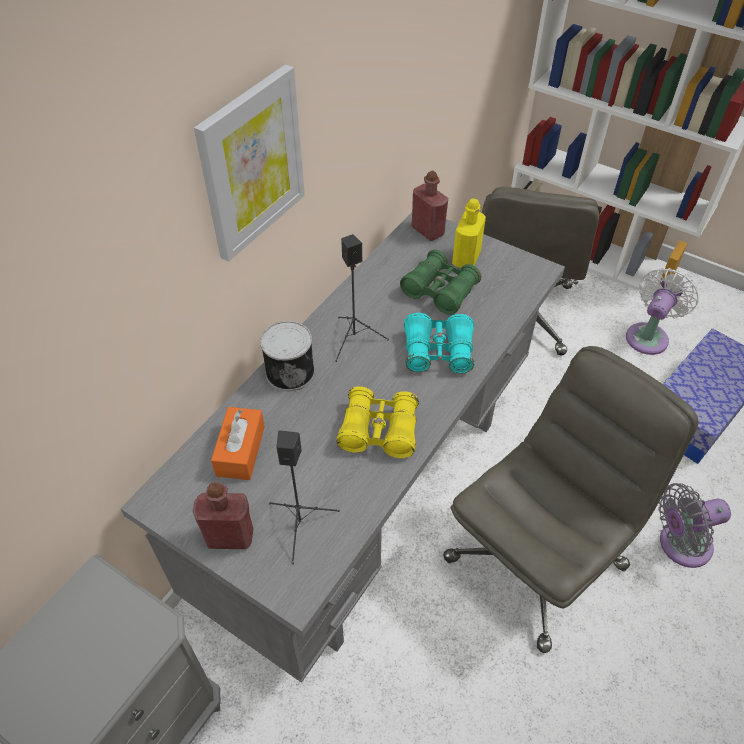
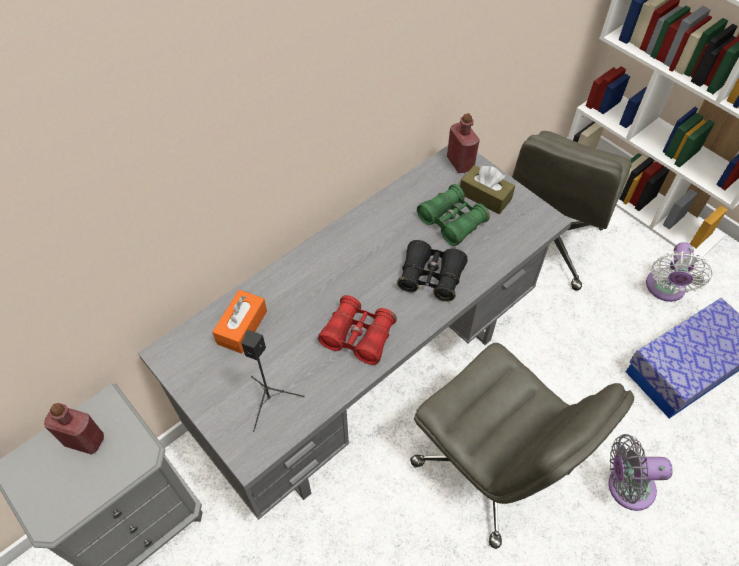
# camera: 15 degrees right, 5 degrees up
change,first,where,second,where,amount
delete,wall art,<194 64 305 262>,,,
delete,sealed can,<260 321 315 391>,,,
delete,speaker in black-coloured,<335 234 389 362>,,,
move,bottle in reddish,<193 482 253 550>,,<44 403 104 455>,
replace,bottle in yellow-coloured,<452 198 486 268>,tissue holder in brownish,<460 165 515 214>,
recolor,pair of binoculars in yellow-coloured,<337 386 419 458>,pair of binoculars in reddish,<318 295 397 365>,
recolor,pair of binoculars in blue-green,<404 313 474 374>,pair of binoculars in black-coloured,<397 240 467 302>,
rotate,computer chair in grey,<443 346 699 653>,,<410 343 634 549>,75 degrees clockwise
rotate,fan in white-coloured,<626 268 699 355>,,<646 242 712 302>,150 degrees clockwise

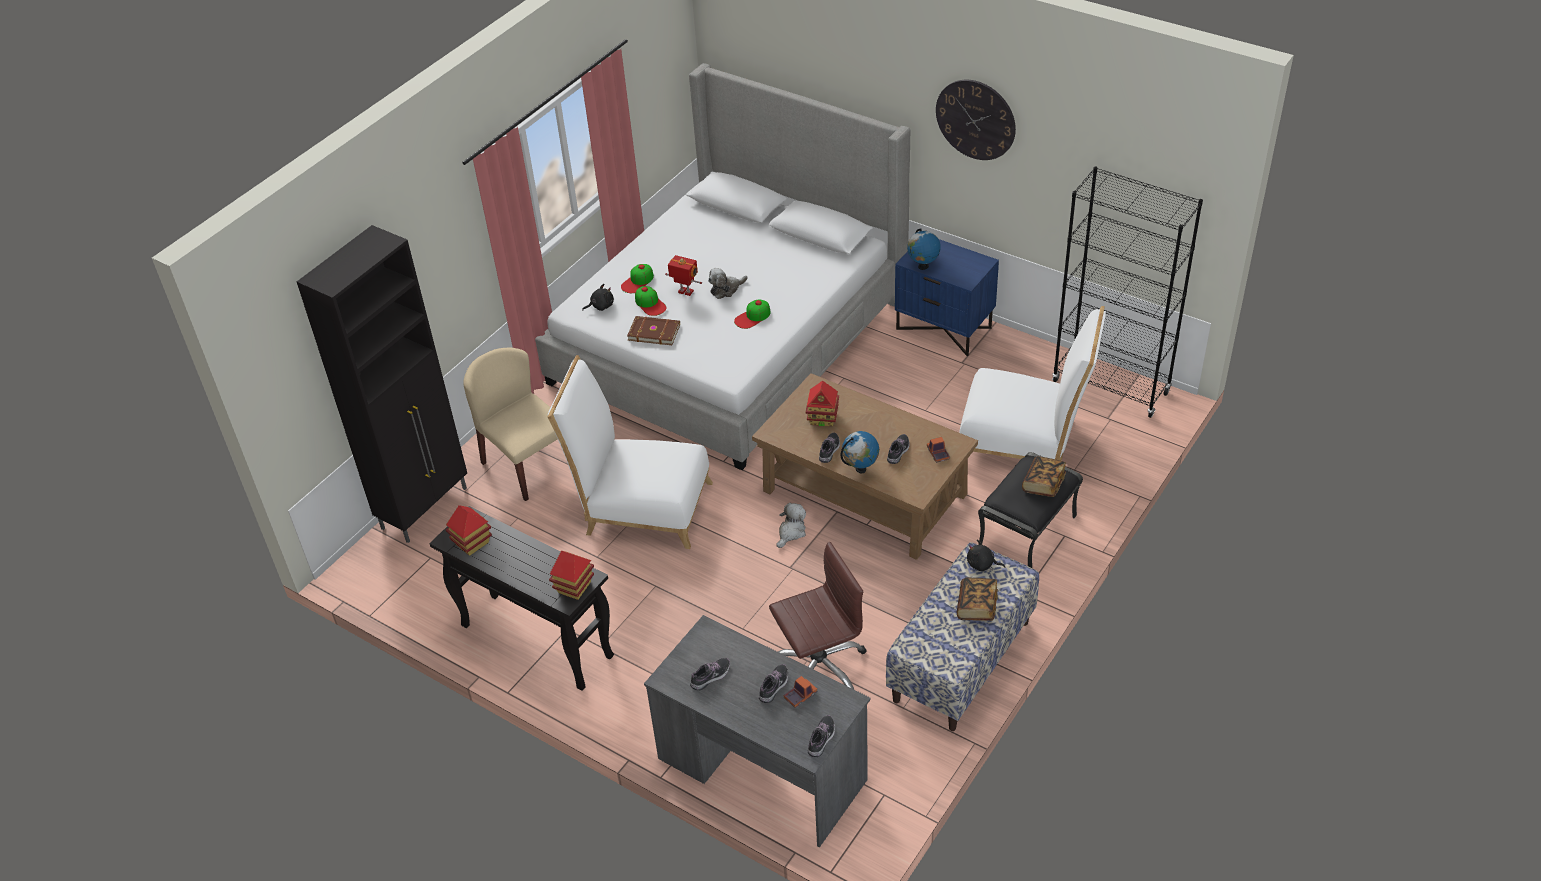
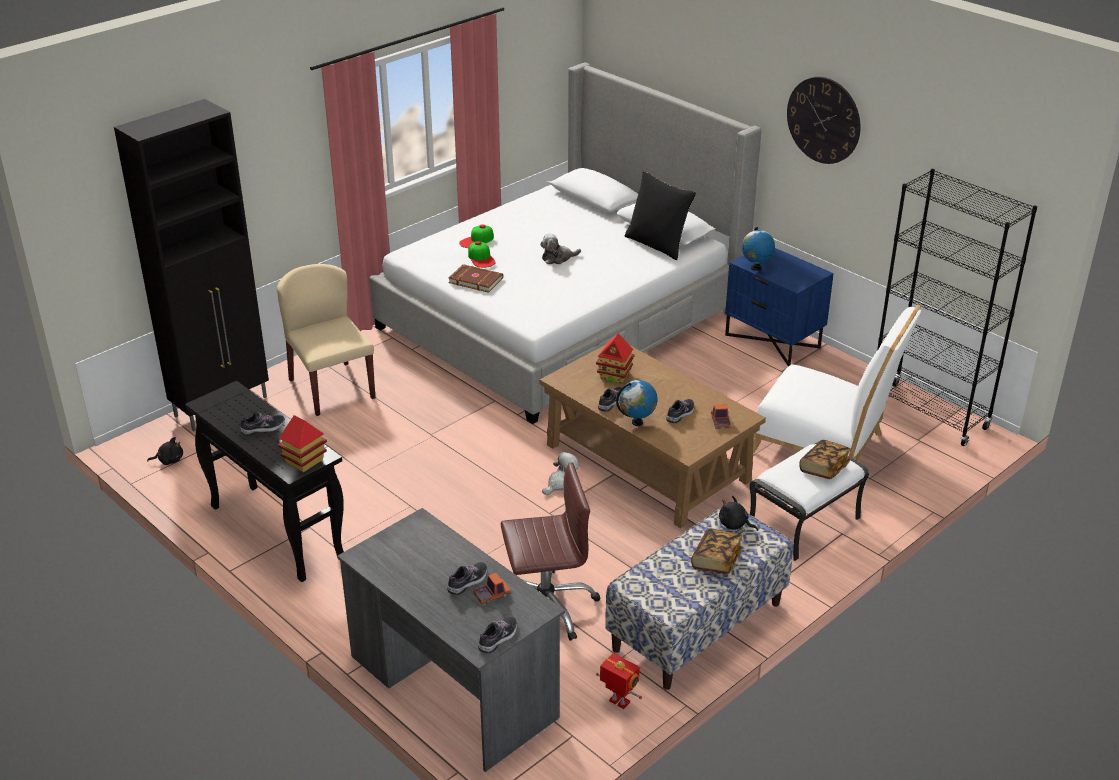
# camera: 10 degrees right, 10 degrees down
change,first,where,second,where,amount
delete,model house,<446 505 492 556>,,,
delete,upright chair in white-coloured,<548 355 713 549>,,,
delete,cap,<734 300 771 329>,,,
insert,,,throw pillow in black-coloured,<625 171 696 260>,
move,soft toy in black-coloured,<582 284 614 311>,,<147 437 183 465>,
move,robot figure,<665 255 702 296>,,<596 653 642 709>,
move,item of footwear,<690 658 730 690>,,<240 412 285 436>,
recolor,footrest in black-coloured,<978 452 1083 568>,footrest in white-coloured,<750 442 869 561>,

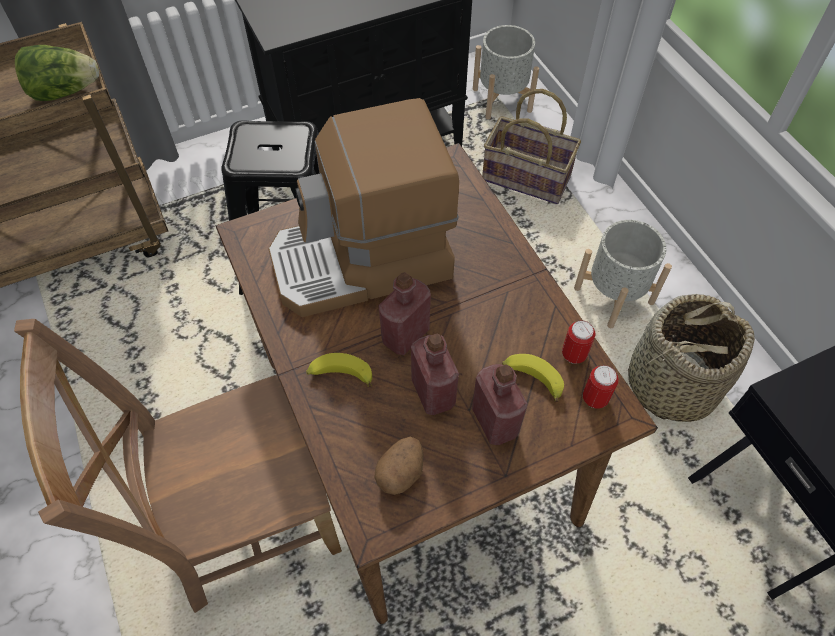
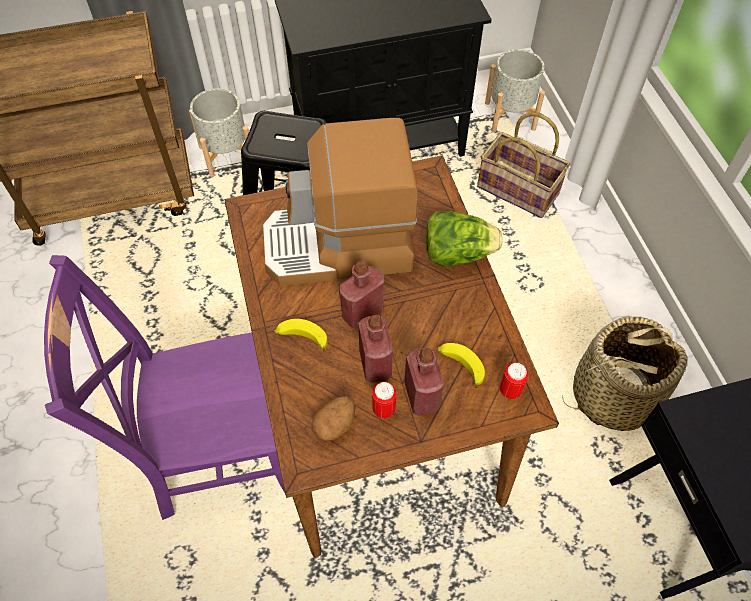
# camera: 10 degrees right, 0 degrees up
change,first,where,second,where,amount
move,lettuce,<15 45 99 101>,,<426 211 503 266>,
move,sealed can,<562 320 595 364>,,<372 382 397 418>,
move,flower pot in grey,<574 220 672 328>,,<189 88 249 177>,
recolor,upright chair in brownish,<14 319 342 613>,upright chair in purple-coloured,<44 255 285 520>,

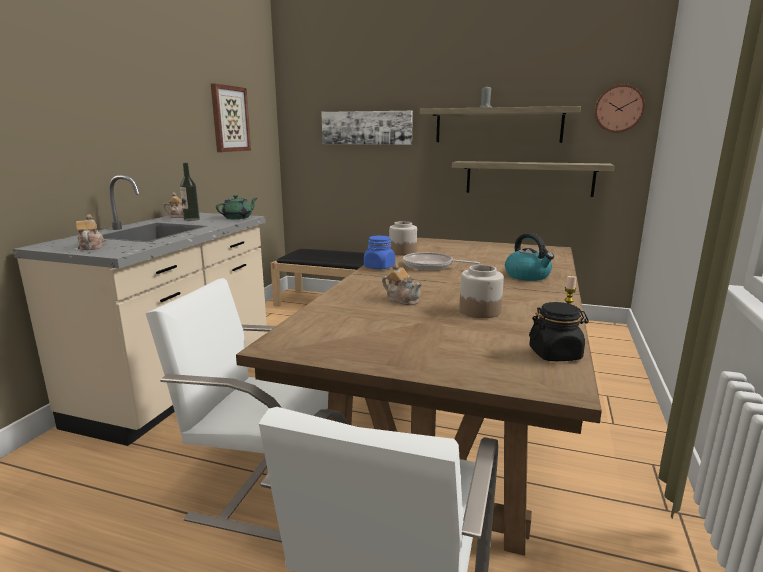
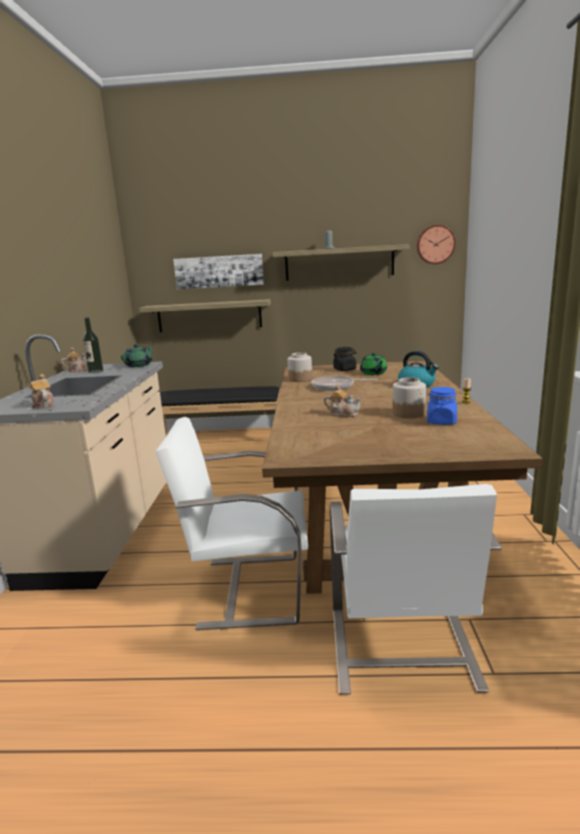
# camera: 15 degrees left, 0 degrees up
change,first,where,second,where,amount
delete,wall art,<211 83 251 152>,,,
insert,,,tea pot in green-coloured,<360 352 387 375>,
move,storage jar in blue,<364 236 395 269>,,<427 387 457 425>,
move,wall shelf,<452 161 615 197>,,<139 299 271 332>,
move,storage jar in black-coloured,<529 302 589 361>,,<333 347 356 371>,

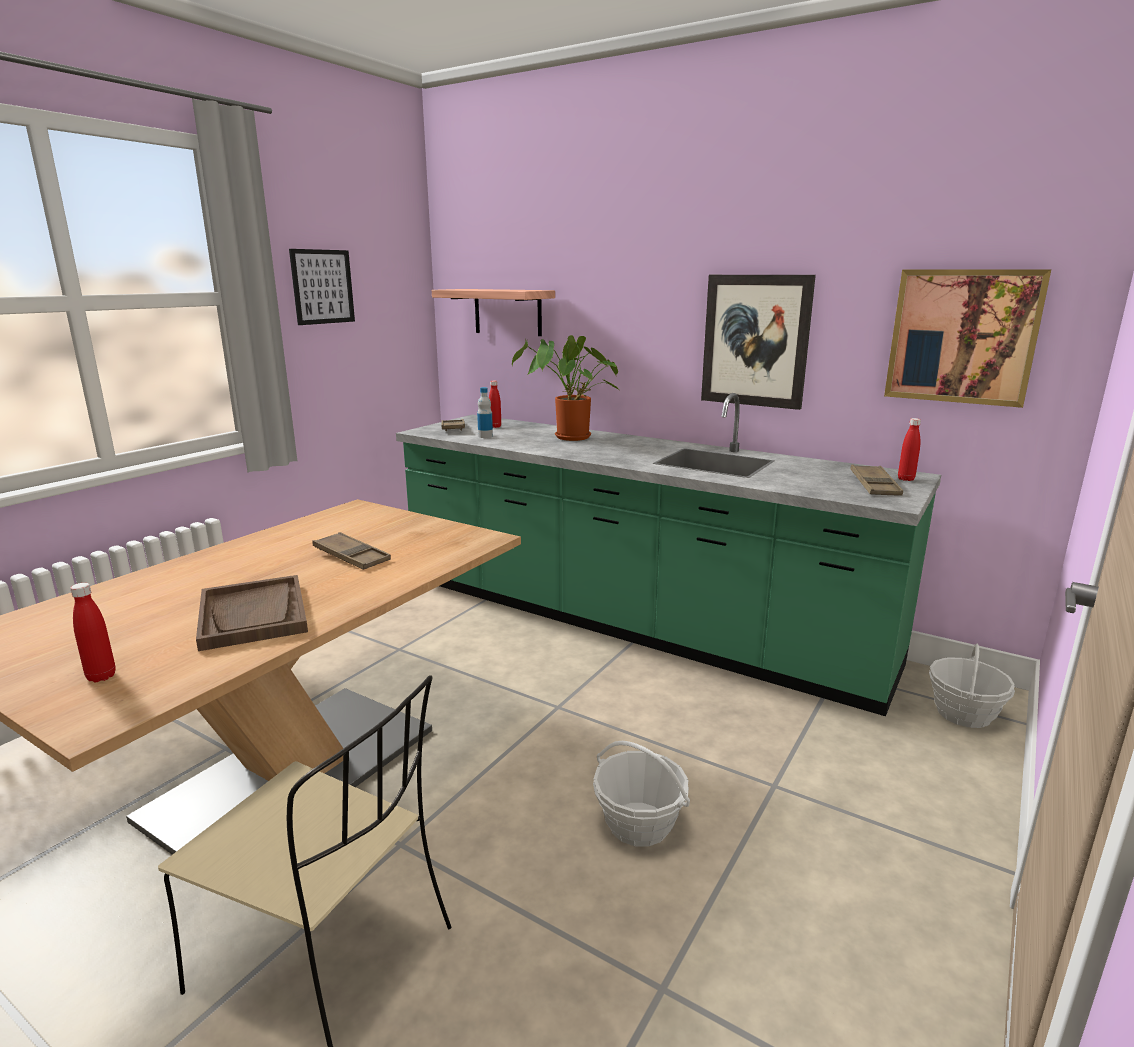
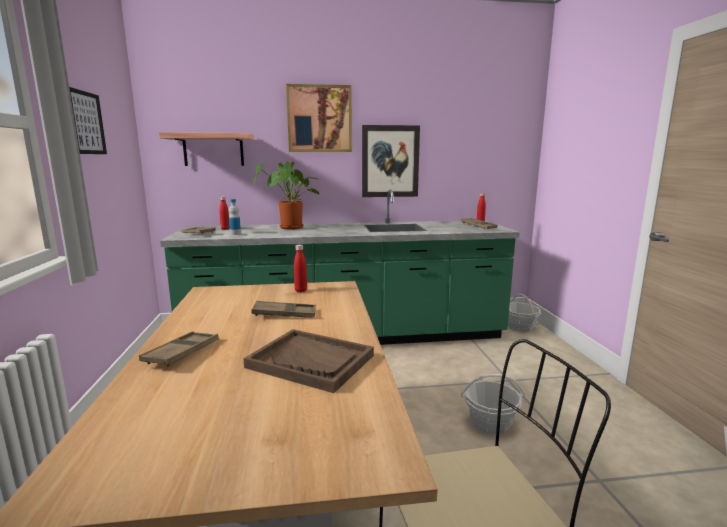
# camera: 40 degrees left, 5 degrees down
change,first,where,second,where,amount
insert,,,serving tray in brownish,<139 331 219 367>,
move,bottle in reddish,<70 583 116 682>,,<294 245 307 292>,
move,wall art,<884 269 1051 408>,,<286 84 352 152>,

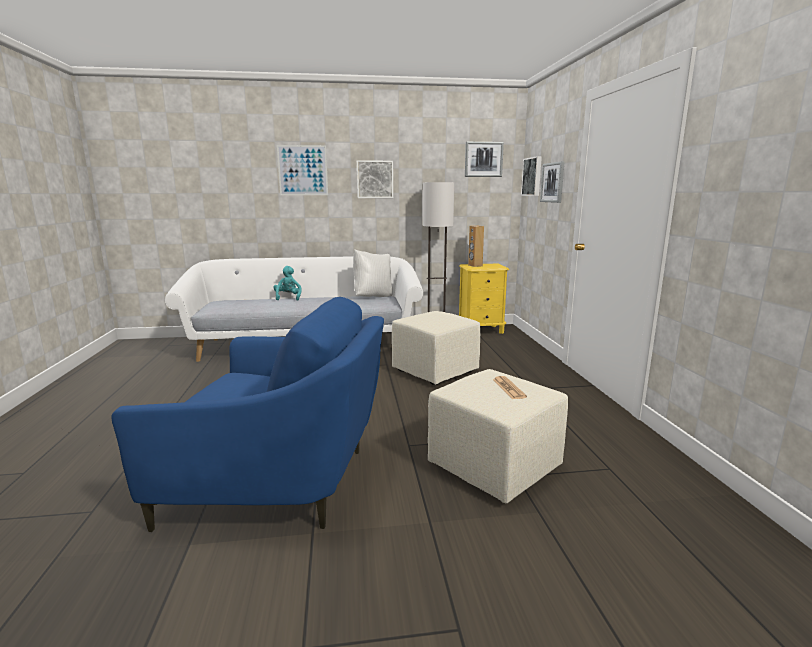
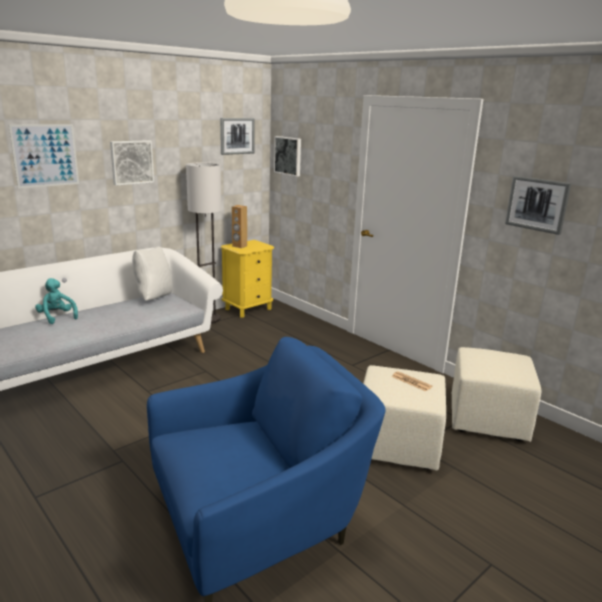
# camera: 35 degrees left, 5 degrees up
change,first,where,second,where,amount
move,footrest in beige-coloured,<392 311 481 385>,,<452 347 541 442>,
move,wall art,<540 161 565 203>,,<505 176 571 235>,

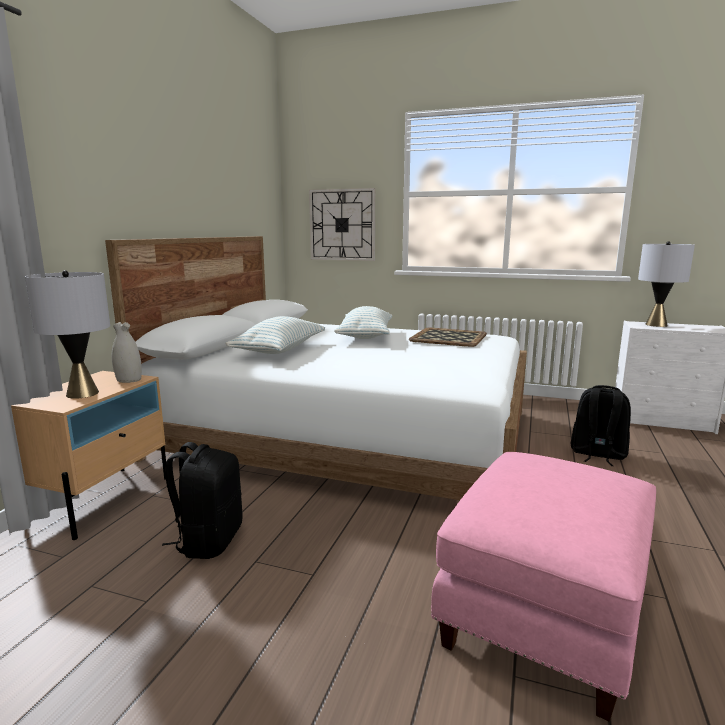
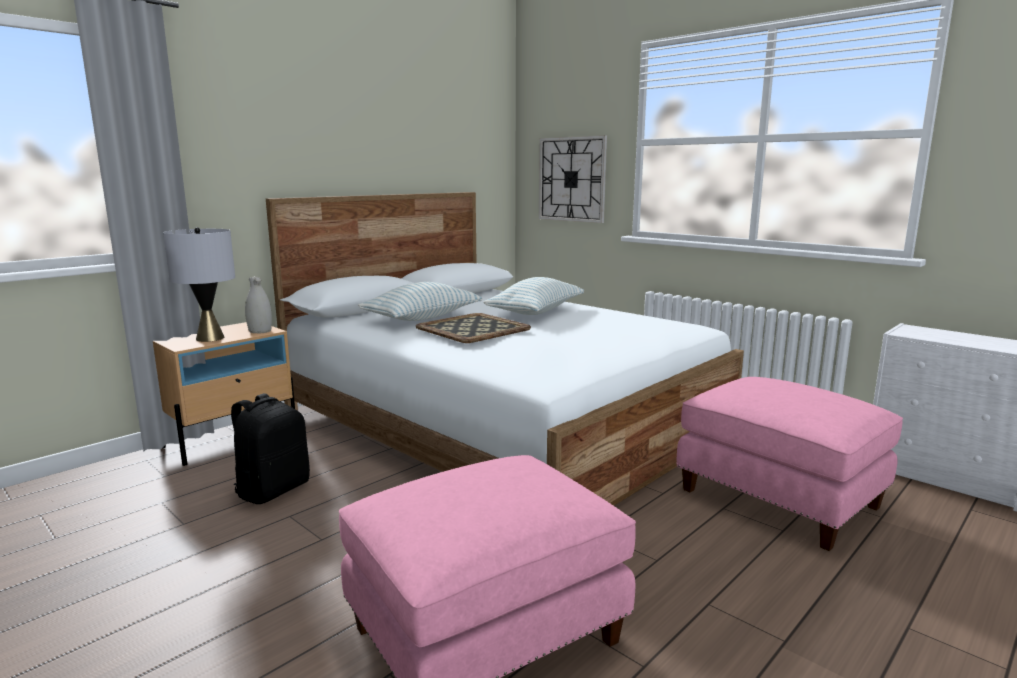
# camera: 25 degrees right, 0 degrees up
change,first,where,second,where,amount
delete,table lamp in grey,<638 241 695 327>,,,
move,serving tray,<409 328 487 347>,,<416 313 531 343>,
replace,rucksack in black-coloured,<570 385 631 466>,footrest in pinkish,<677 377 903 551>,

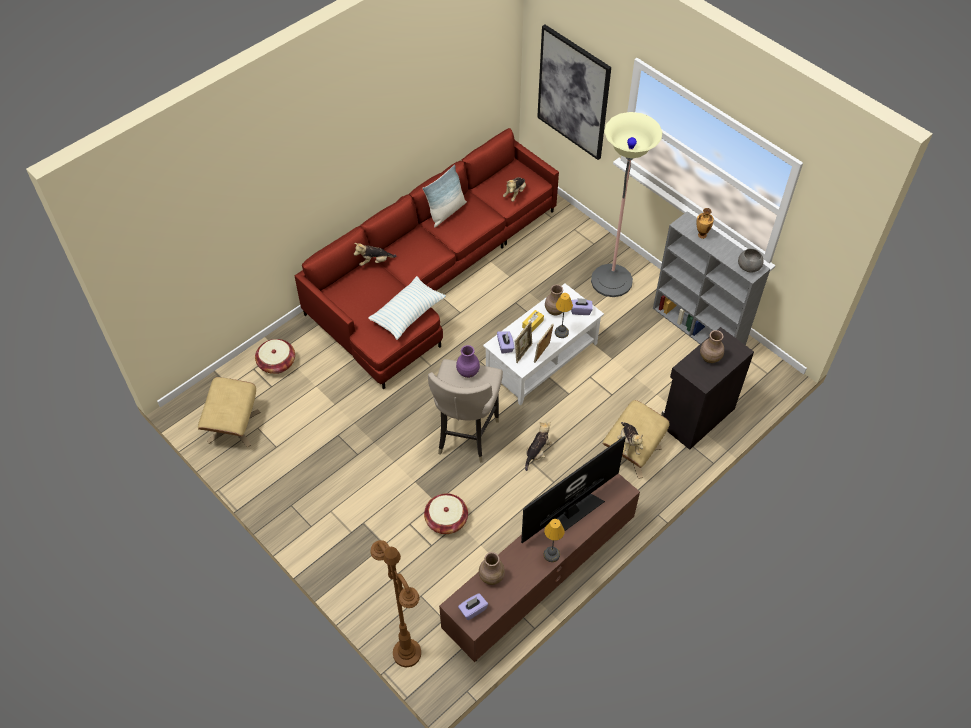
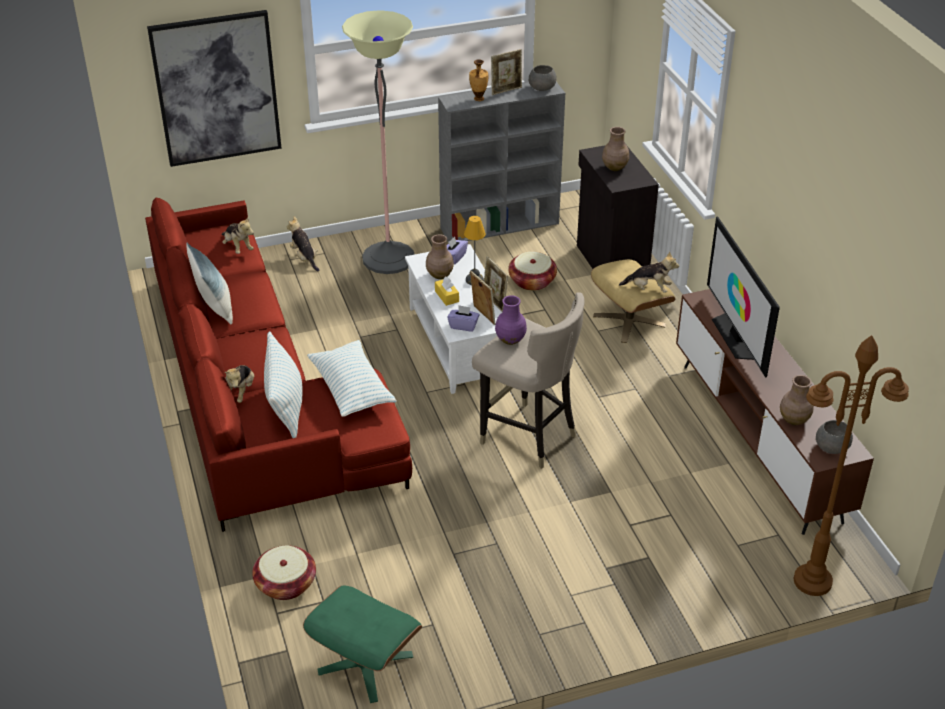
# camera: 65 degrees left, 15 degrees down
change,first,where,second,where,amount
delete,table lamp,<544 519 565 562>,,,
insert,,,throw pillow,<264 331 302 438>,
insert,,,photo frame,<491 49 522 95>,
move,household basket,<424 493 468 534>,,<508 252 557 291>,
move,soft toy,<525 422 553 471>,,<286 216 319 272>,
replace,tissue holder in purple-coloured,<458 593 488 620>,deep dish in grey,<816 420 853 454>,
recolor,footrest in beige-coloured,<198 377 260 448>,footrest in green-coloured,<303 585 422 703>,

